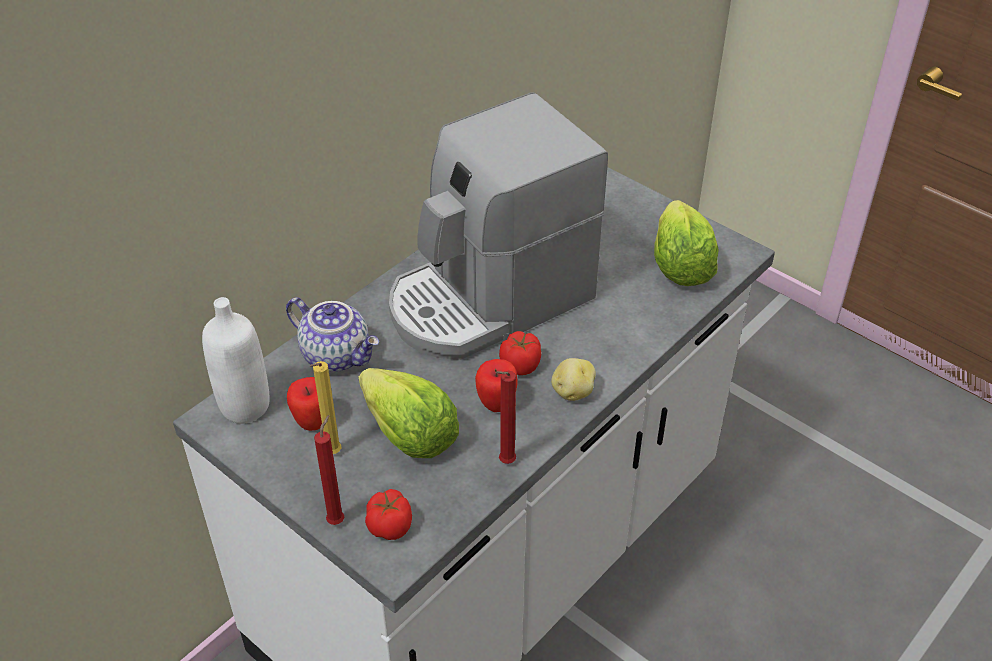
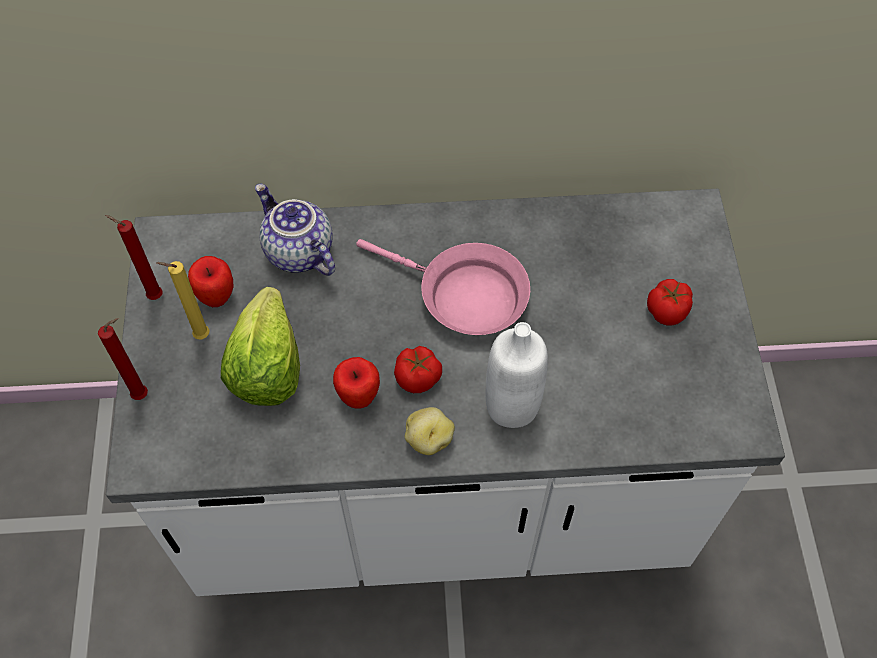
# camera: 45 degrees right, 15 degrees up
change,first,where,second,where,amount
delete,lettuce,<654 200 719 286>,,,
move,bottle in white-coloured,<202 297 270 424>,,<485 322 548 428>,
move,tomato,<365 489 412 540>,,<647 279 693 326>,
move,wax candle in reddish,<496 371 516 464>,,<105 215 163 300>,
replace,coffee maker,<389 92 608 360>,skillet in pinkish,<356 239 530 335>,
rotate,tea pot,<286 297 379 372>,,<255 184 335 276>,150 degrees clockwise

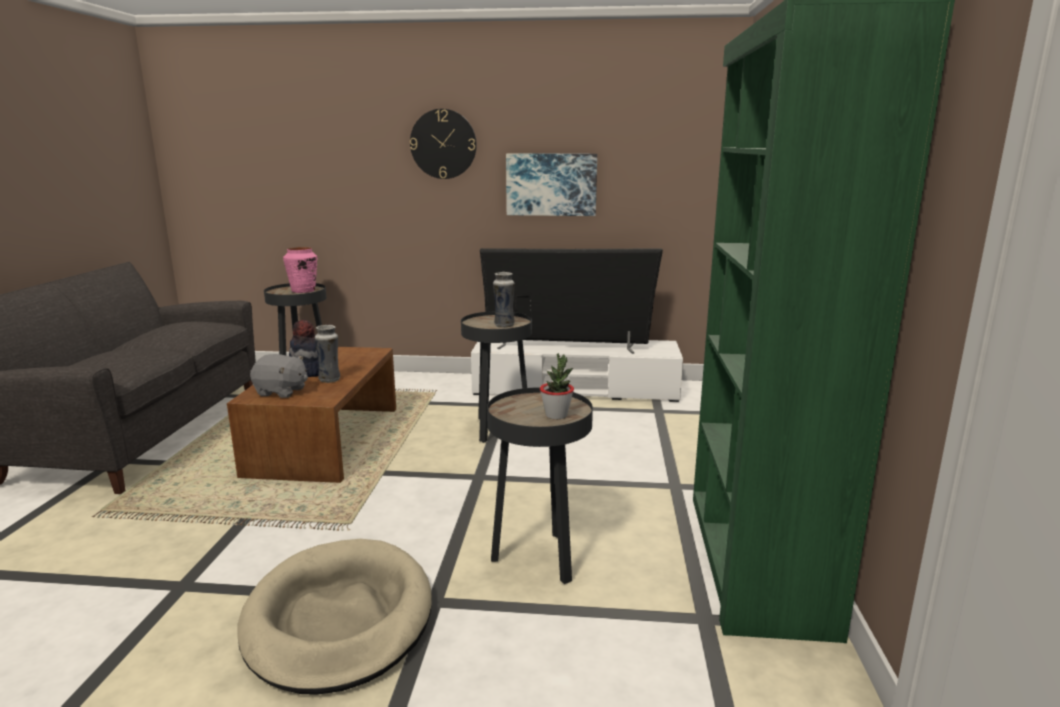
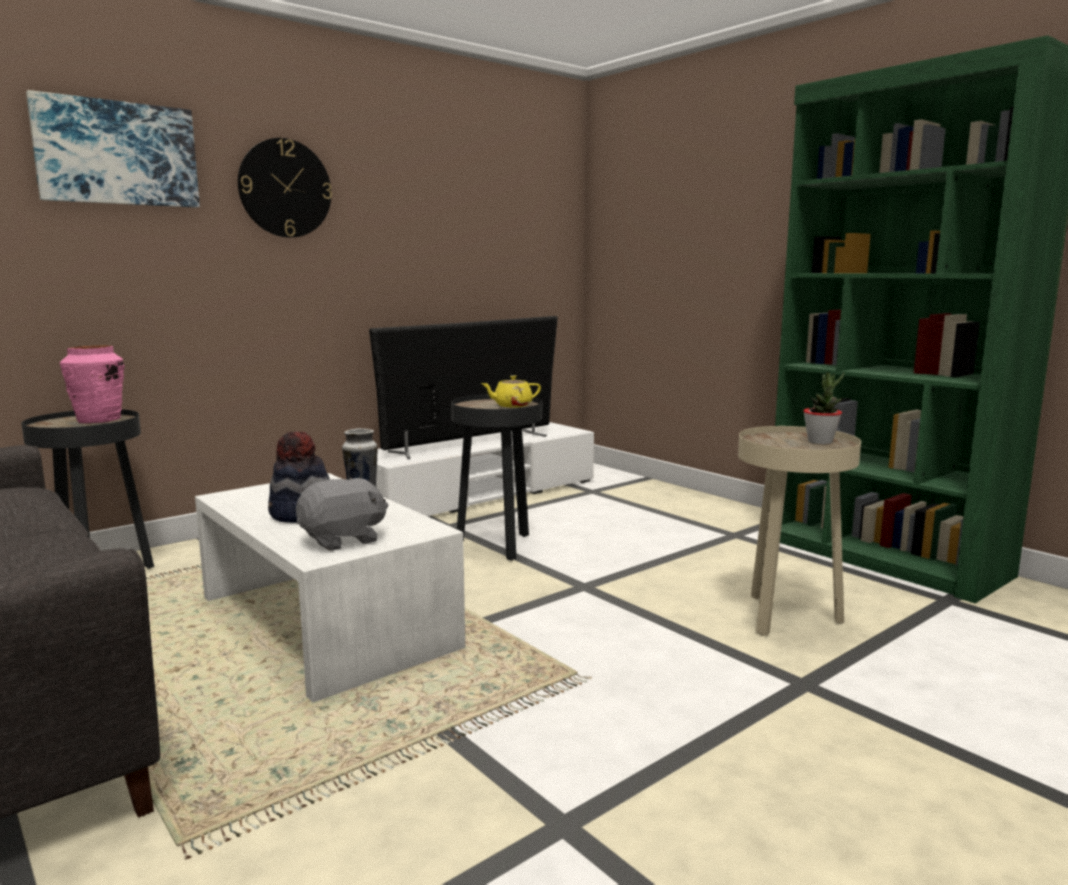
# camera: 45 degrees left, 5 degrees down
change,first,where,second,where,amount
delete,dog cushion in beige-coloured,<238 539 432 695>,,,
move,wall art,<506 153 597 216>,,<26 90 200 208>,
replace,flower vase,<493 272 515 328>,tea pot in yellow-coloured,<481 375 541 408>,
recolor,coffee table in brownish,<227 347 396 483>,coffee table in white-coloured,<195 473 465 703>,
recolor,end table in black-coloured,<487 387 593 584>,end table in beige-coloured,<738 426 861 636>,

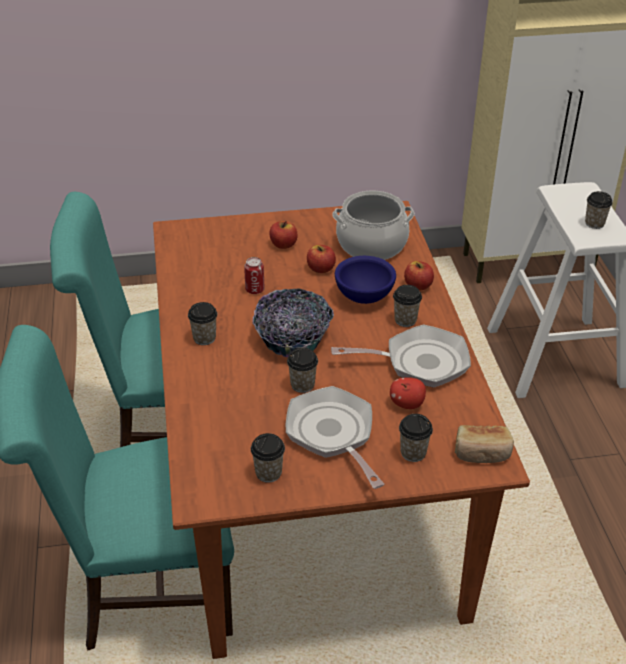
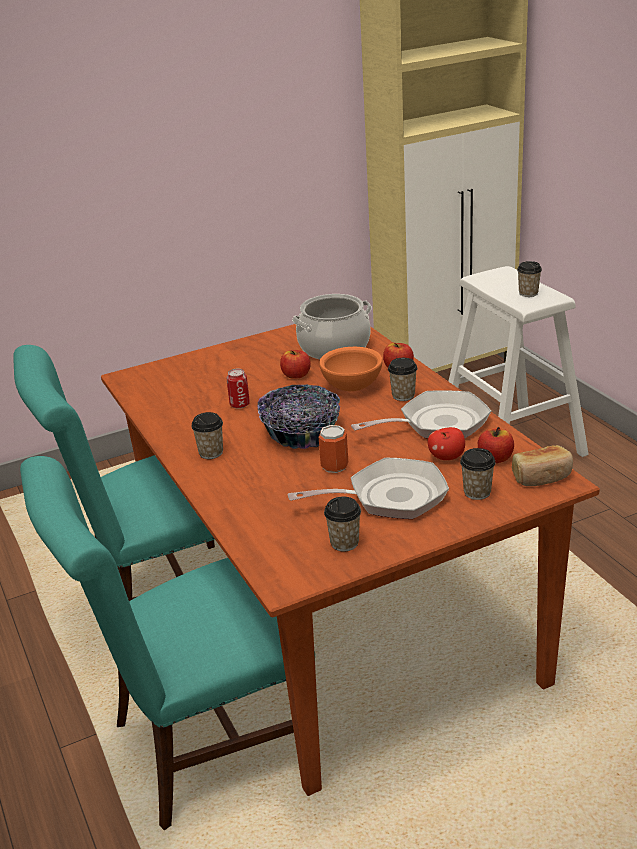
# camera: 15 degrees left, 10 degrees down
change,first,where,second,where,amount
move,whole apple,<269 221 298 249>,,<478 427 514 463>,
replace,drinking cup,<287 348 318 393>,sealed can,<319 425 348 473>,
recolor,deep dish in blue,<335 256 396 304>,deep dish in orange,<319 347 382 391>,
rotate,skillet,<285 386 384 489>,,<288 457 449 519>,120 degrees clockwise

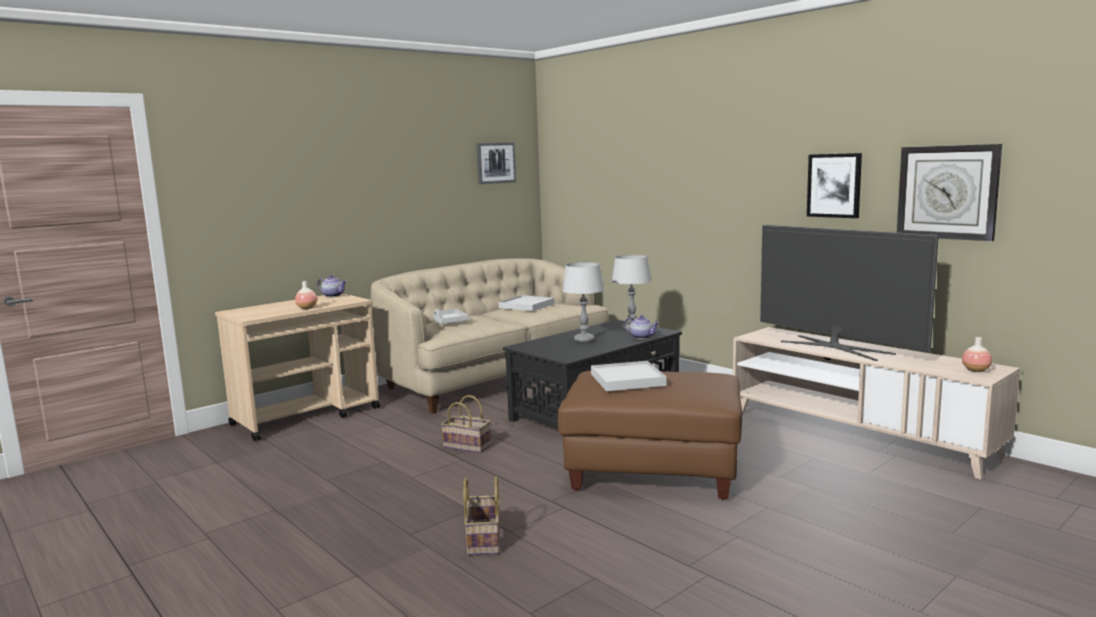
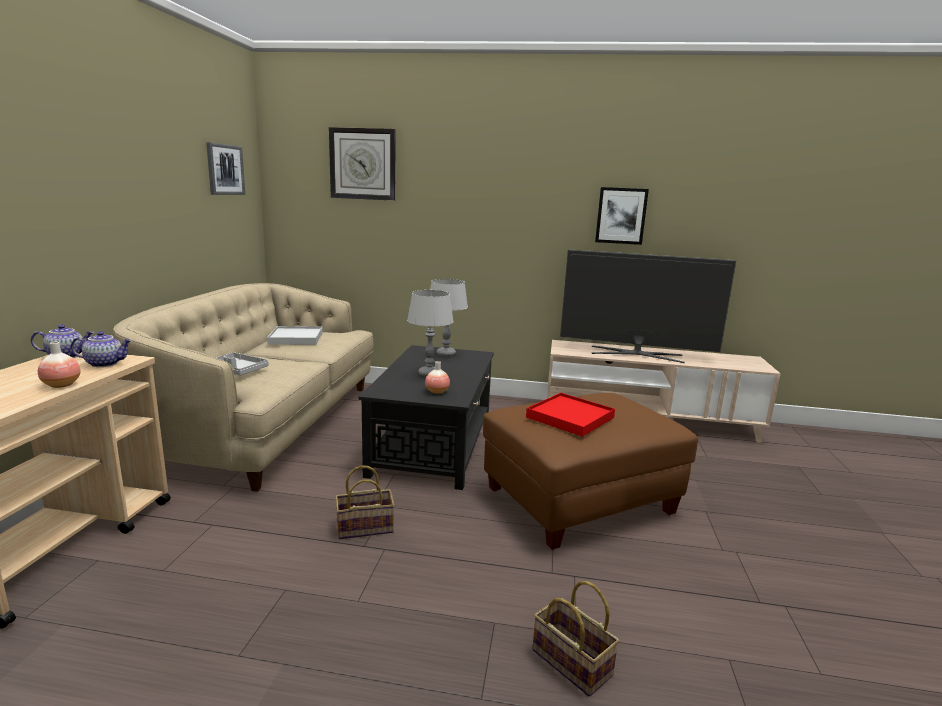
# camera: 40 degrees left, 5 degrees up
change,first,where,second,where,amount
move,tea pot,<624 315 660 339>,,<71 331 132 367>,
move,clock on the wall,<897 144 1002 241>,,<329 127 396 201>,
move,flower vase,<962 337 992 372>,,<425 361 450 394>,
recolor,serving tray in white-coloured,<591 361 667 391>,serving tray in reddish,<526 393 615 437>,

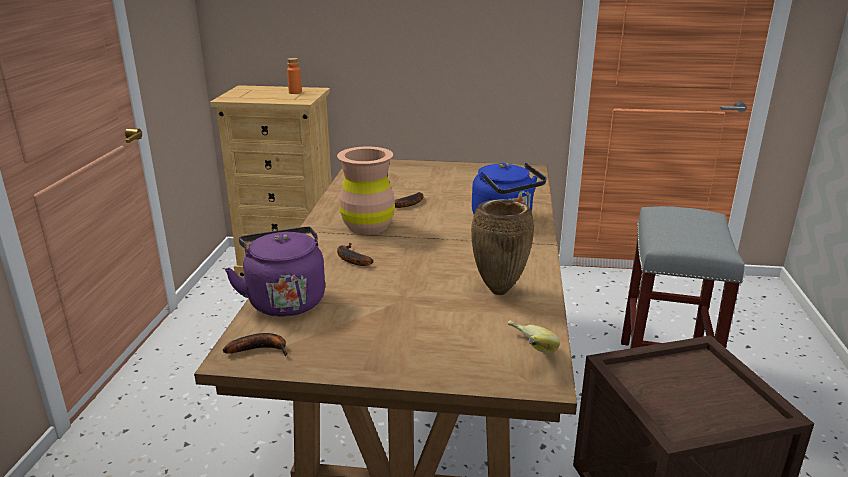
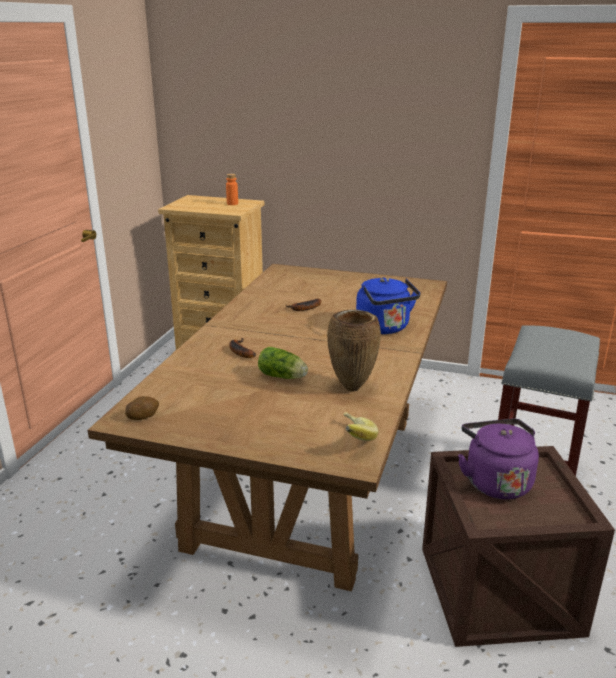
# camera: 10 degrees right, 0 degrees up
change,first,where,second,where,amount
delete,flower vase in brownish,<337 147 395 235>,,,
insert,,,lettuce,<258 347 308 379>,
move,tea kettle in purple-coloured,<225 227 325 317>,,<458 418 539 499>,
replace,whole banana,<223 333 288 356>,spud,<125 396 159 420>,

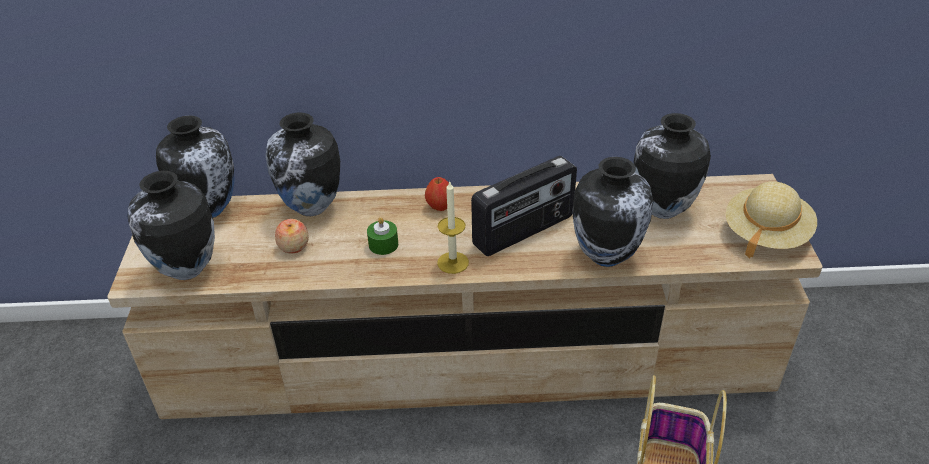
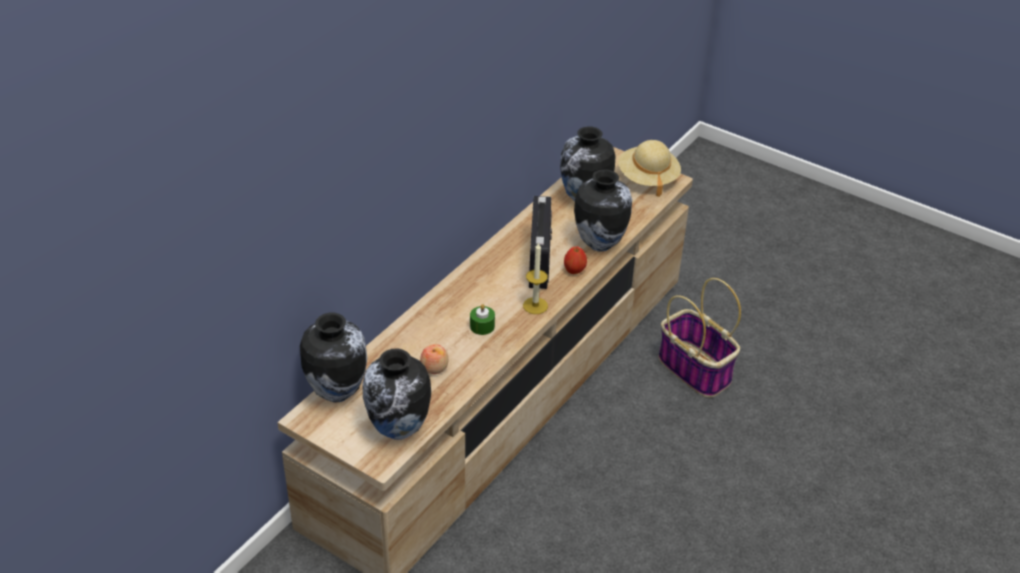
# camera: 55 degrees left, 0 degrees up
change,first,where,second,where,amount
delete,flower vase,<266 113 340 216>,,,
move,whole apple,<425 177 449 211>,,<564 246 587 274>,

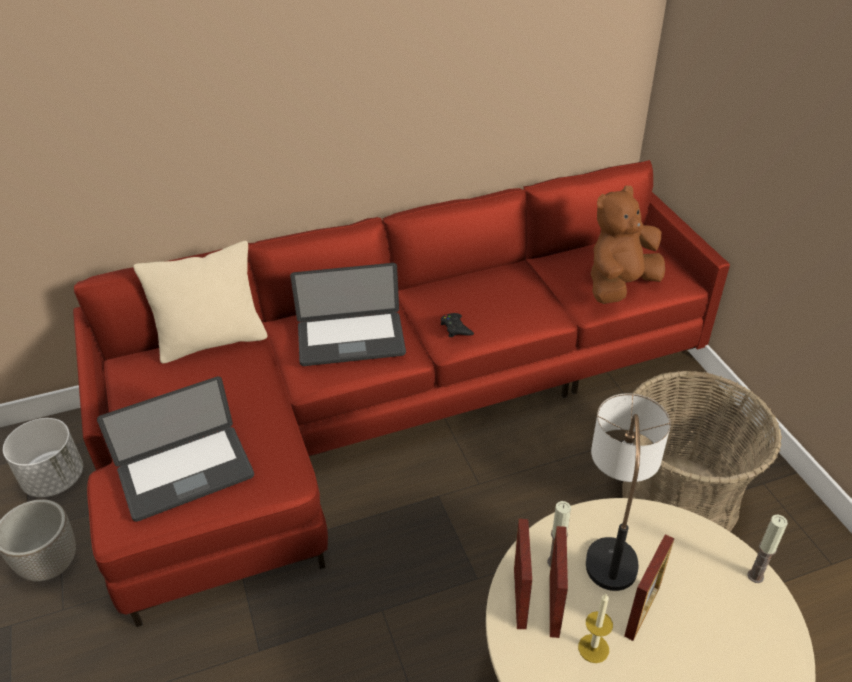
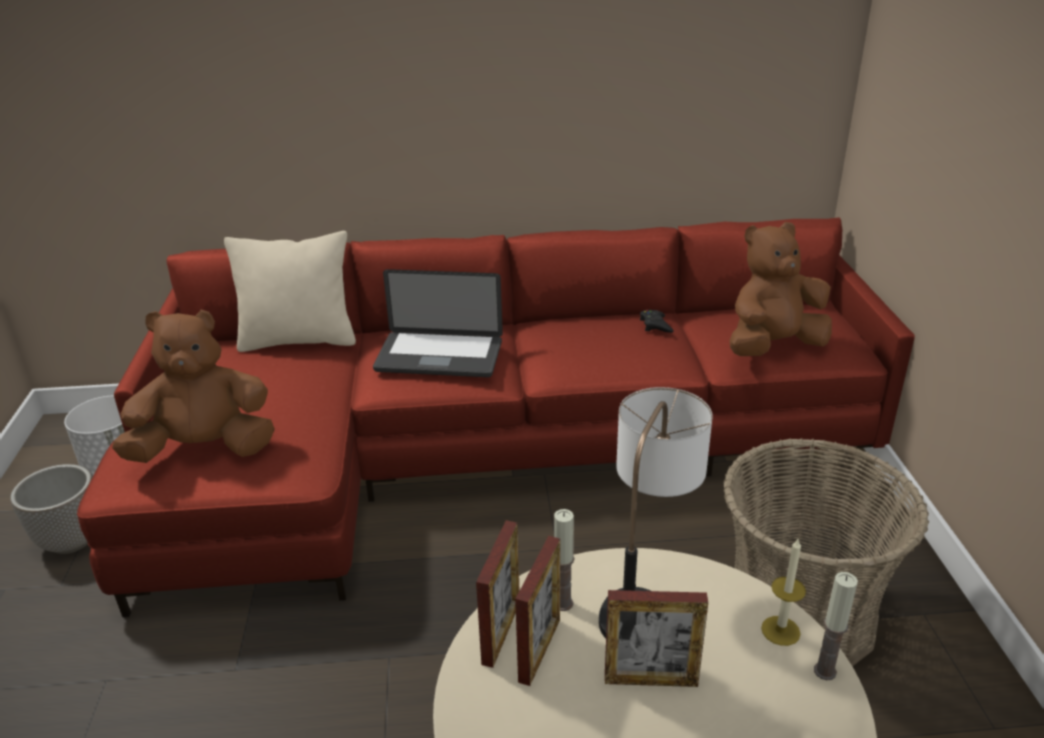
# camera: 15 degrees right, 10 degrees down
change,first,where,second,where,amount
move,joypad in black-coloured,<441 313 474 337>,,<640 310 674 333>,
move,wax candle,<578 593 613 663>,,<761 539 806 646>,
replace,laptop,<97 376 254 522>,soft toy in brownish,<112 310 275 463>,
rotate,photo frame,<624 534 674 641>,,<605 590 708 687>,45 degrees clockwise

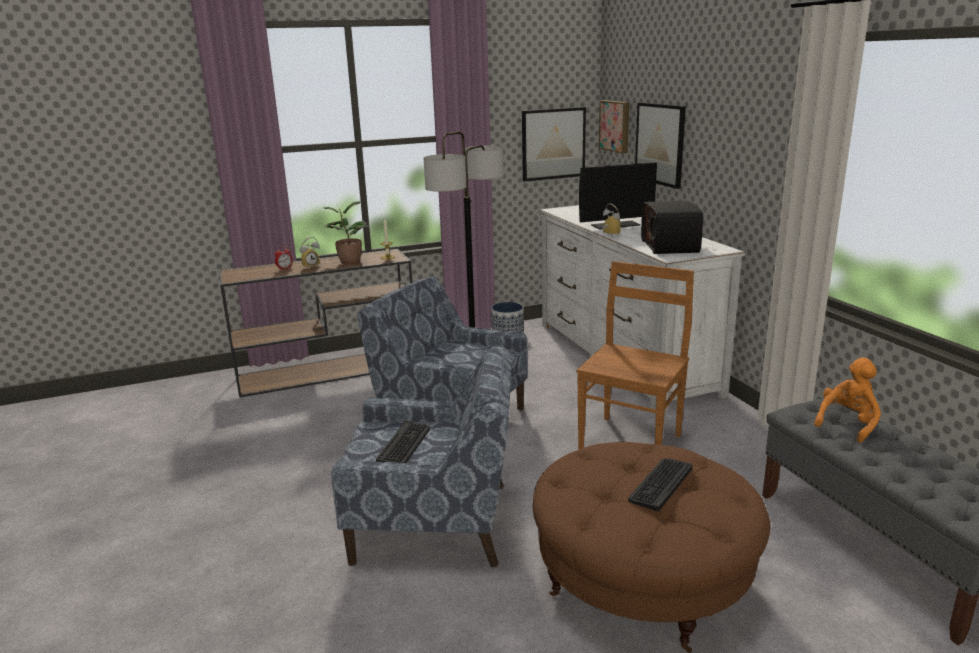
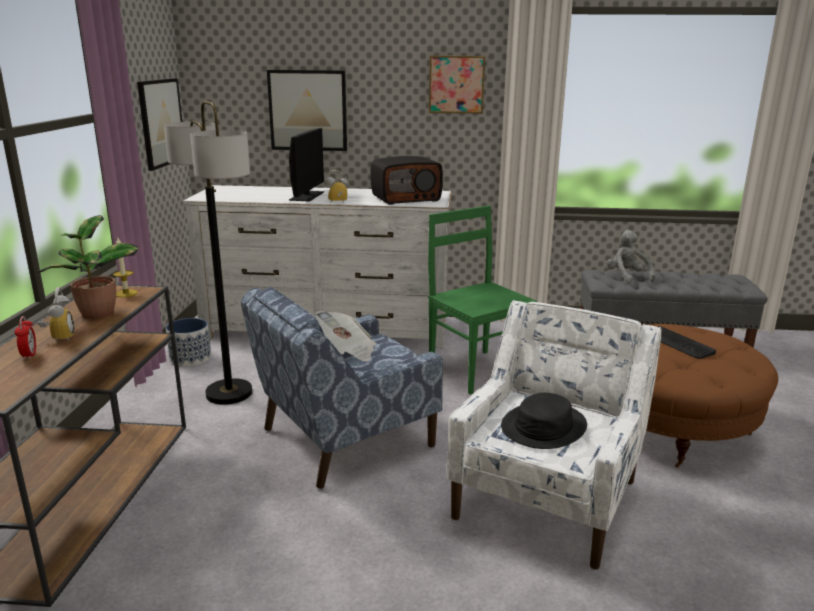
# camera: 65 degrees left, 0 degrees up
change,first,where,second,where,amount
insert,,,daily paper,<315 311 376 361>,
move,wall art,<599 100 630 153>,,<429 56 485 114>,
replace,PC keyboard,<376 421 430 463>,hat in black-coloured,<501 393 587 449>,
recolor,armchair in blue,<331 345 513 567>,armchair in white-coloured,<446 300 662 570>,
recolor,upright chair in brownish,<576 261 694 449>,upright chair in green-coloured,<428 206 537 394>,
recolor,soft toy in orange,<814 357 881 443>,soft toy in grey,<606 230 655 284>,
rotate,radio receiver,<641 201 703 254>,,<370 156 443 205>,45 degrees counterclockwise

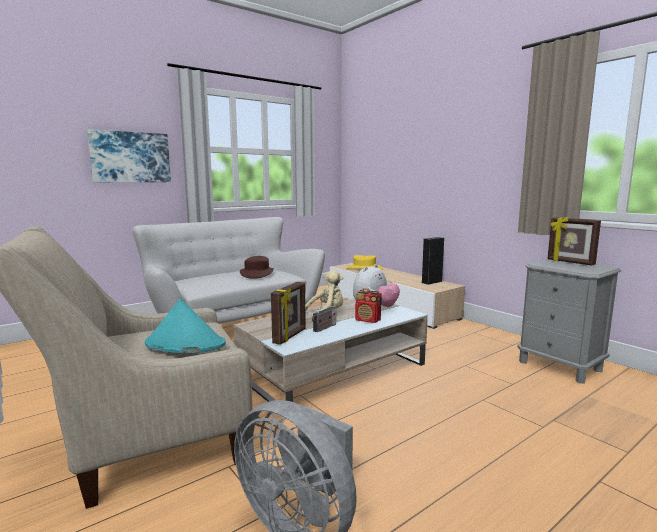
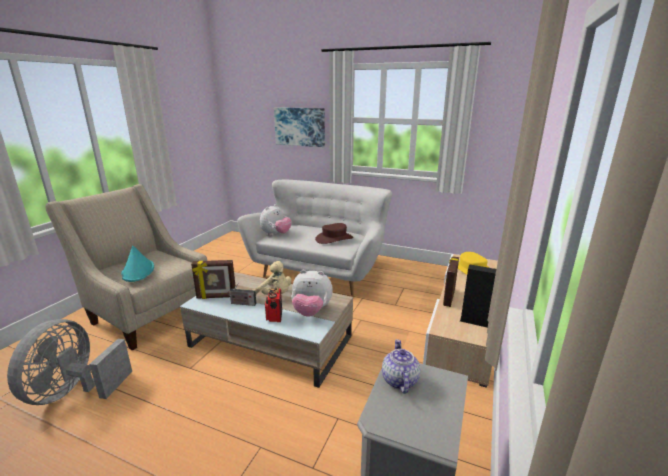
# camera: 60 degrees right, 10 degrees up
change,first,where,second,where,amount
insert,,,soft toy,<260 204 292 236>,
insert,,,tea pot,<382 339 420 394>,
move,photo frame,<548 217 601 265>,,<443 256 459 307>,

